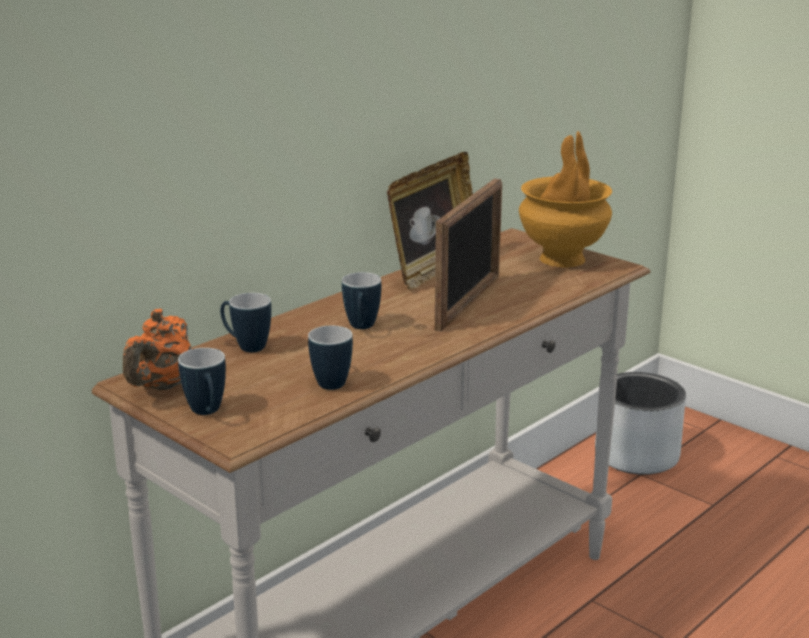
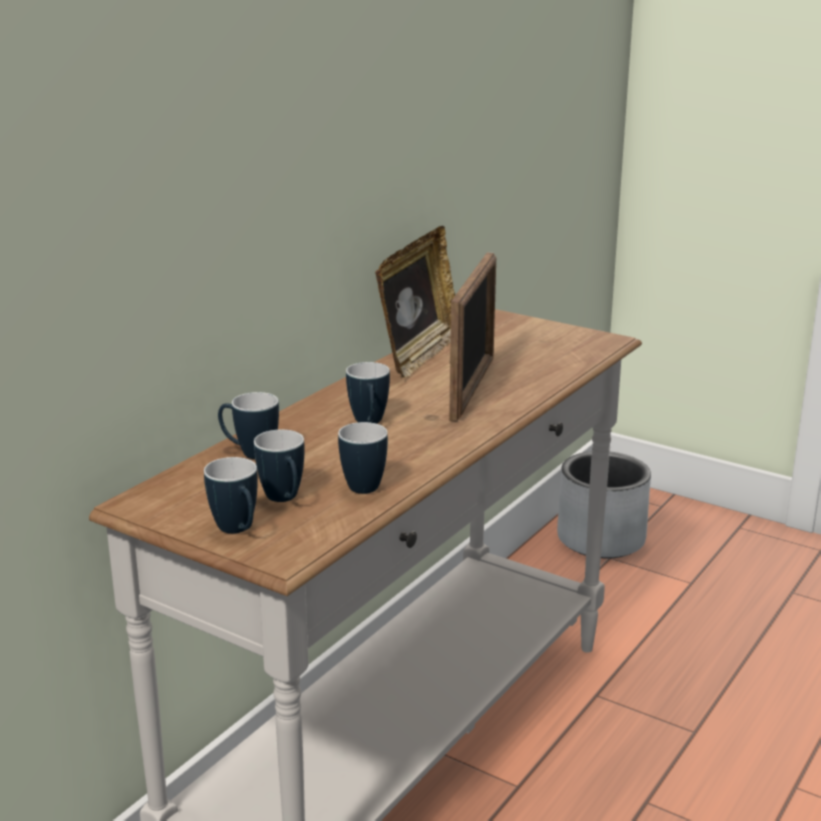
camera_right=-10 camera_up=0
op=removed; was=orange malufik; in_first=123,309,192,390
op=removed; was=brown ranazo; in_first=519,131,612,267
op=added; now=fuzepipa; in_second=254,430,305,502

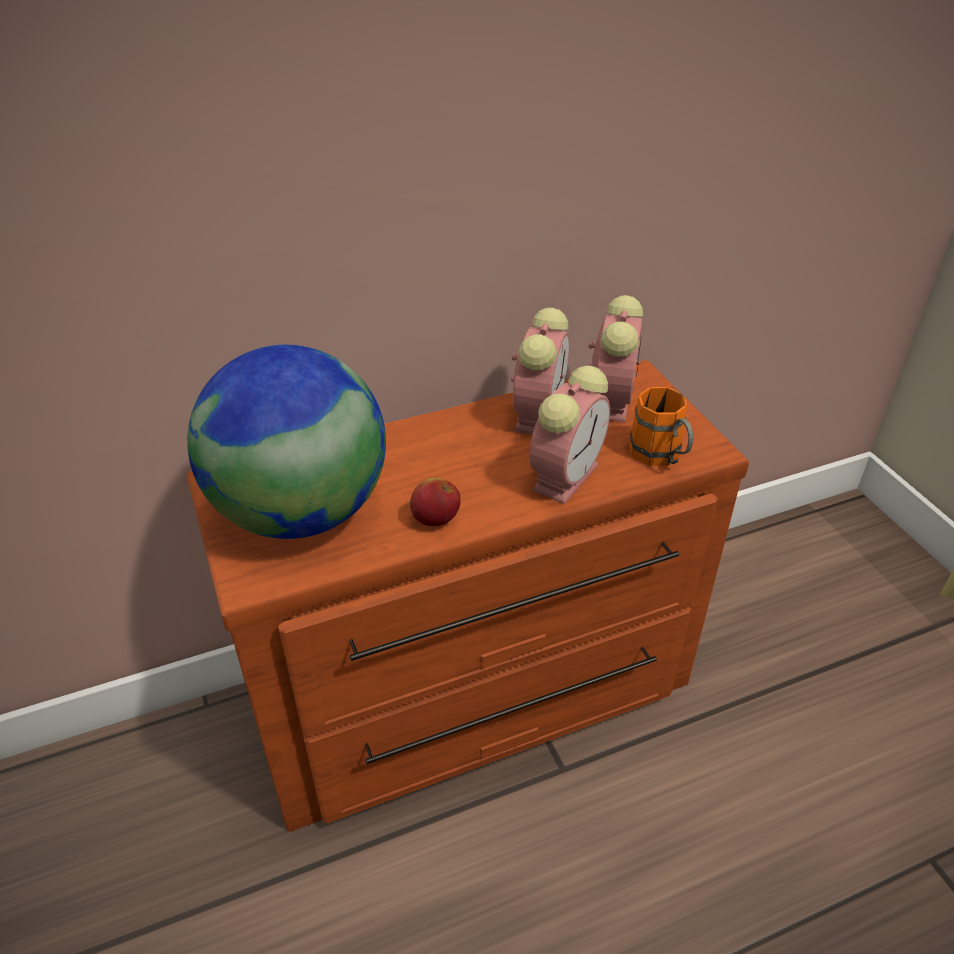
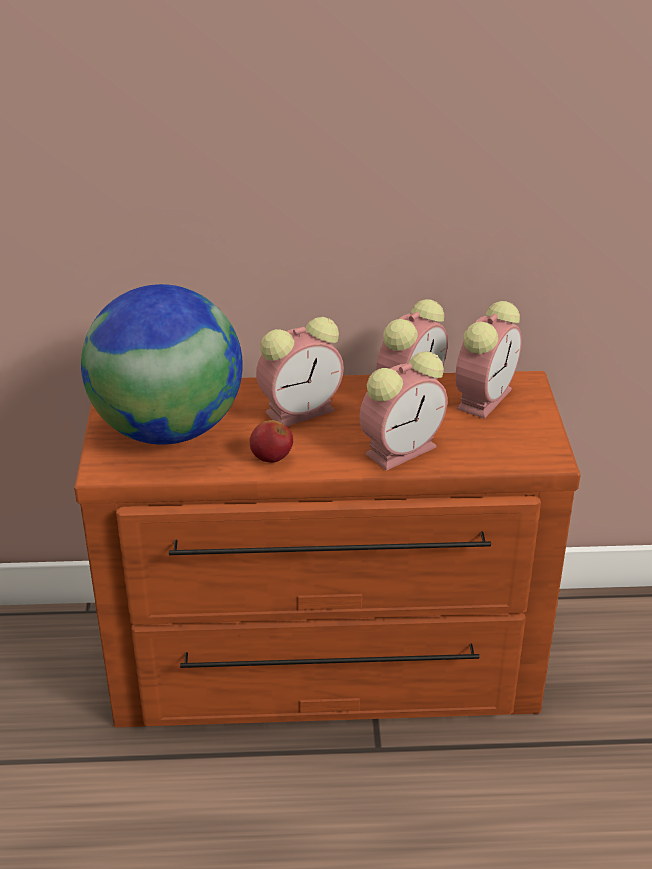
camera_right=20 camera_up=-5
op=removed; was=orange fuzepipa; in_first=629,387,693,466
op=added; now=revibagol; in_second=256,317,344,426

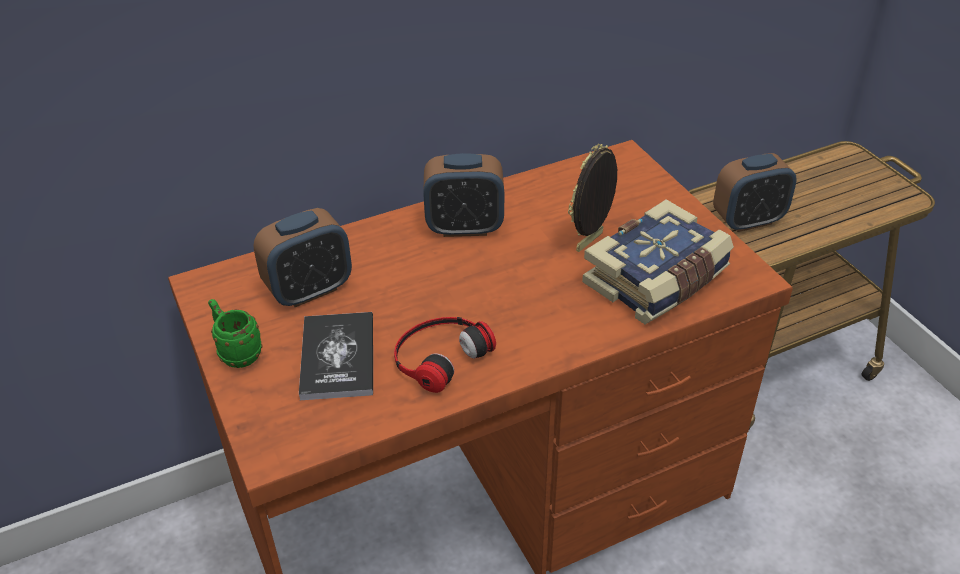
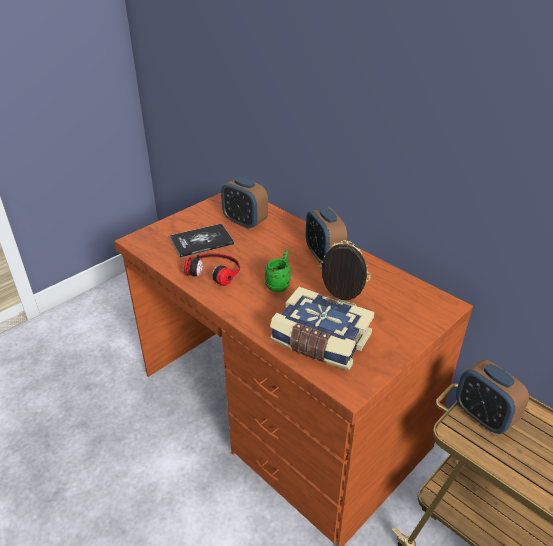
camera_right=70 camera_up=-5
op=moved; was=green fuzepipa; in_first=208,299,262,368; in_second=265,251,291,292

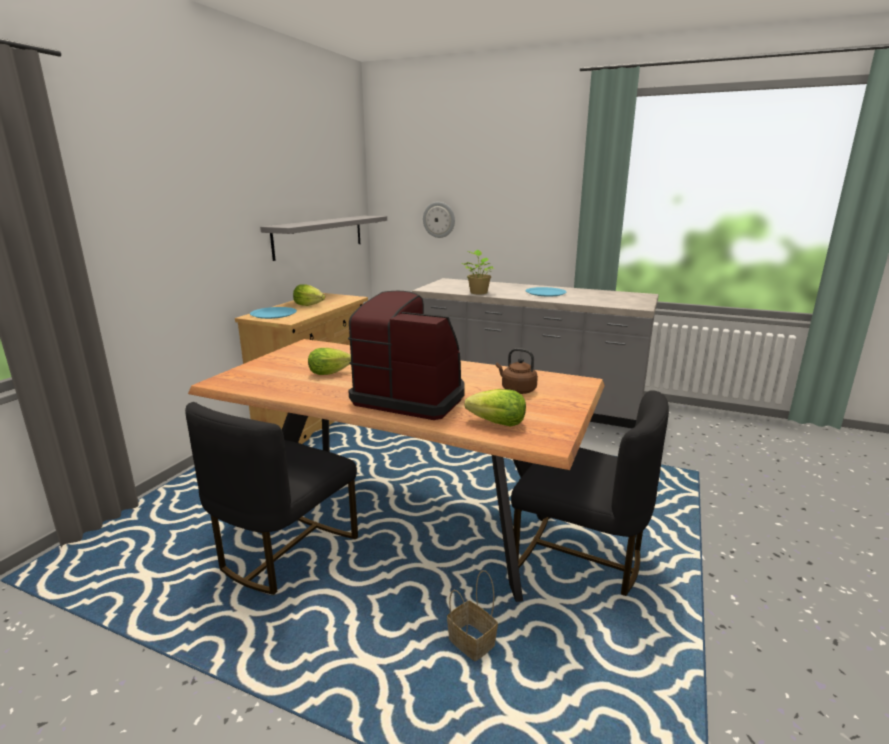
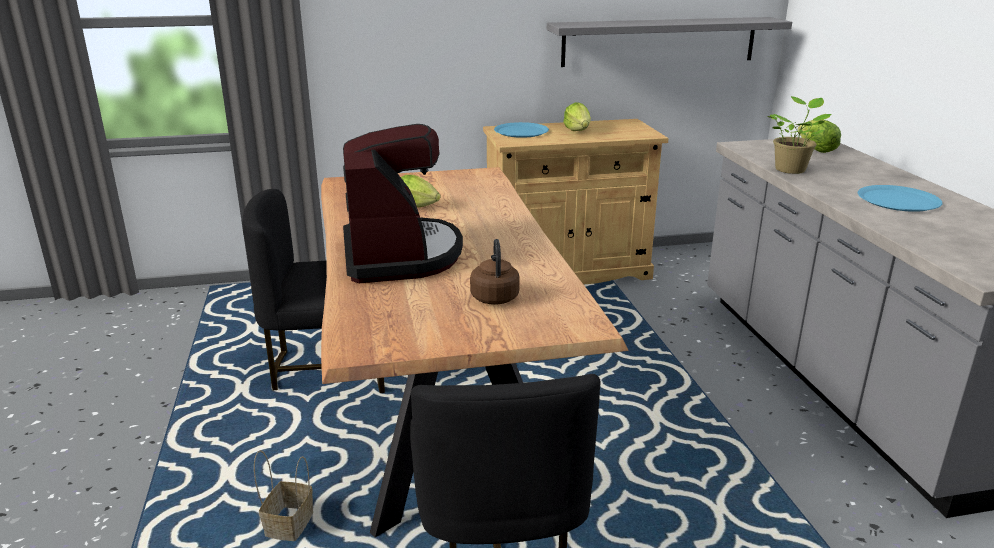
camera_right=55 camera_up=5
op=removed; was=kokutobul; in_first=423,202,455,238
op=moved; was=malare; in_first=465,389,526,427; in_second=797,120,841,153

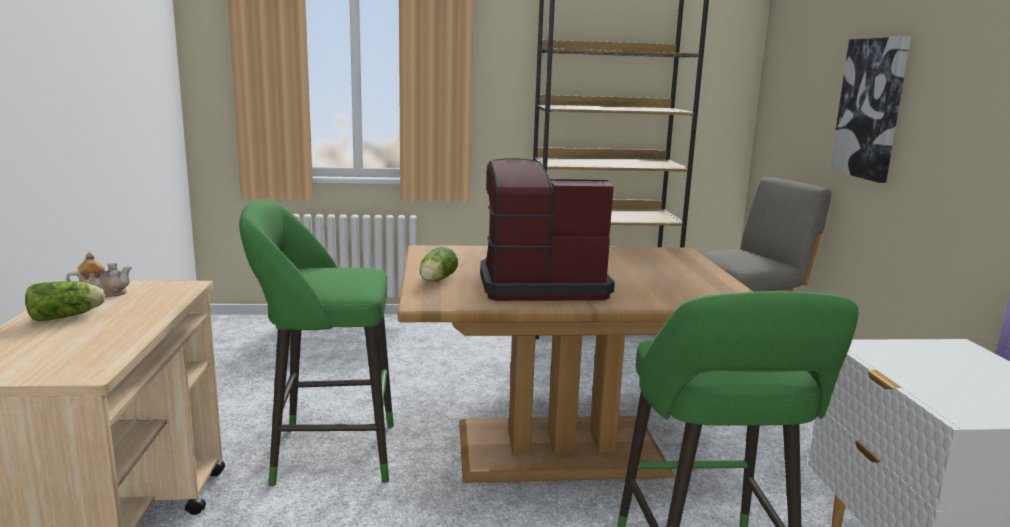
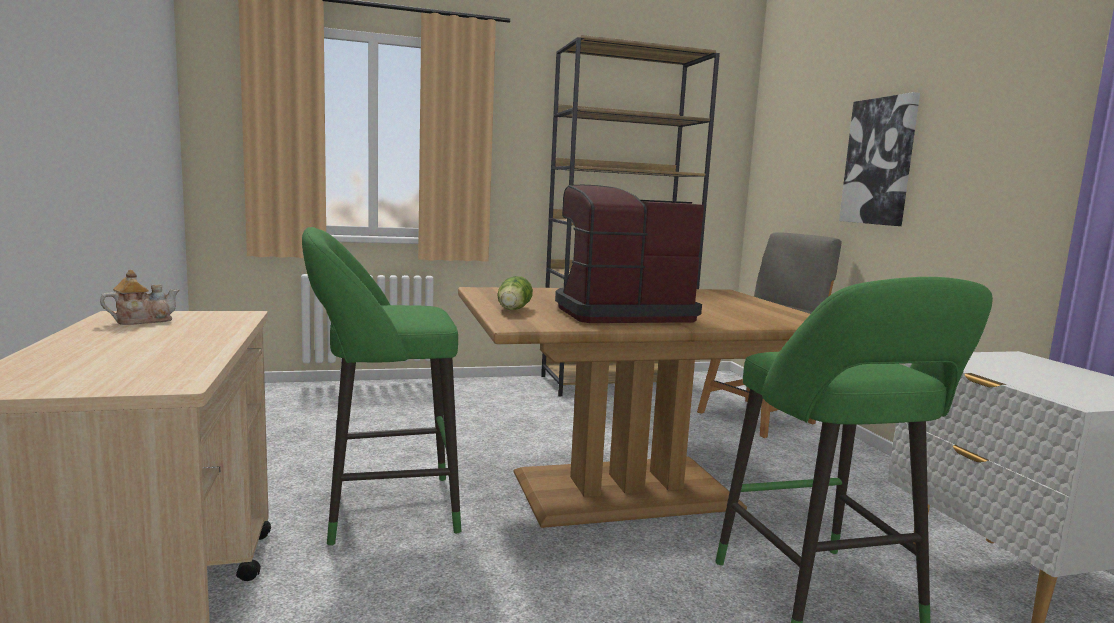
camera_right=-10 camera_up=-5
op=removed; was=malare; in_first=25,281,105,321

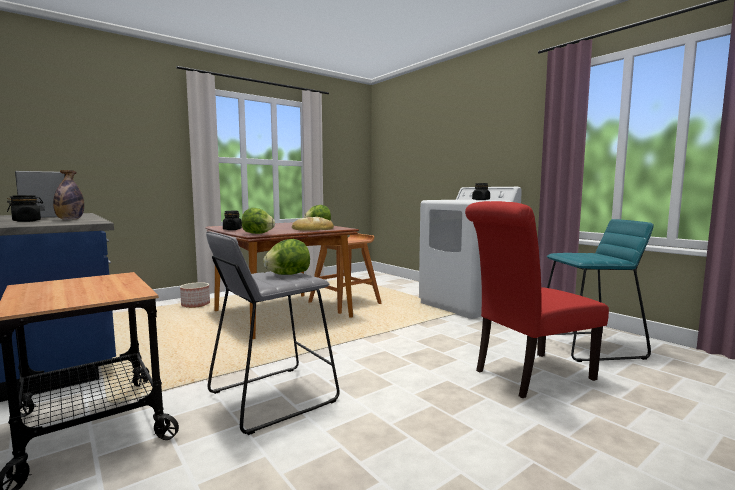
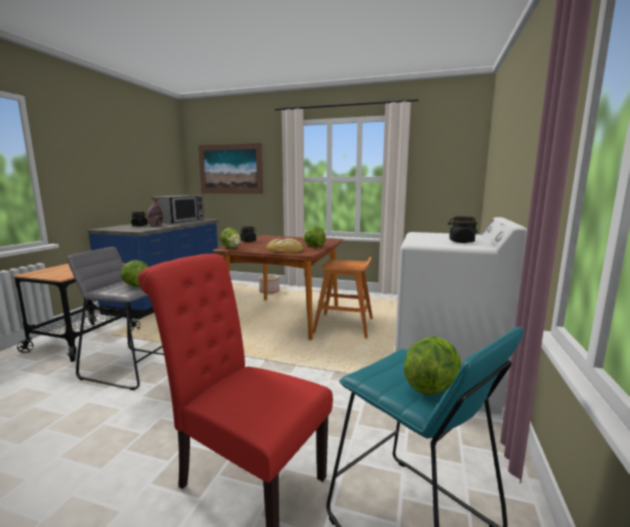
camera_right=55 camera_up=5
op=added; now=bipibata; in_second=198,143,263,194
op=added; now=malare; in_second=404,337,461,395

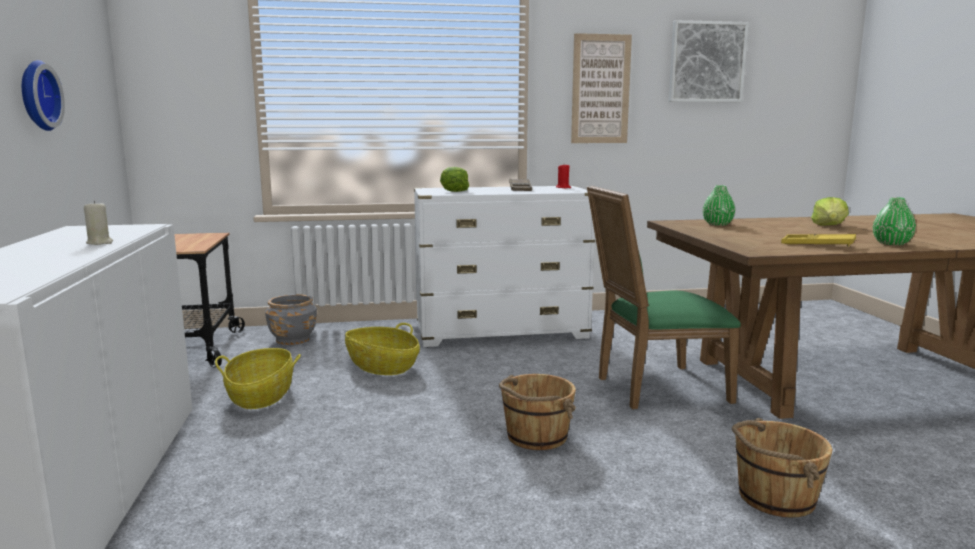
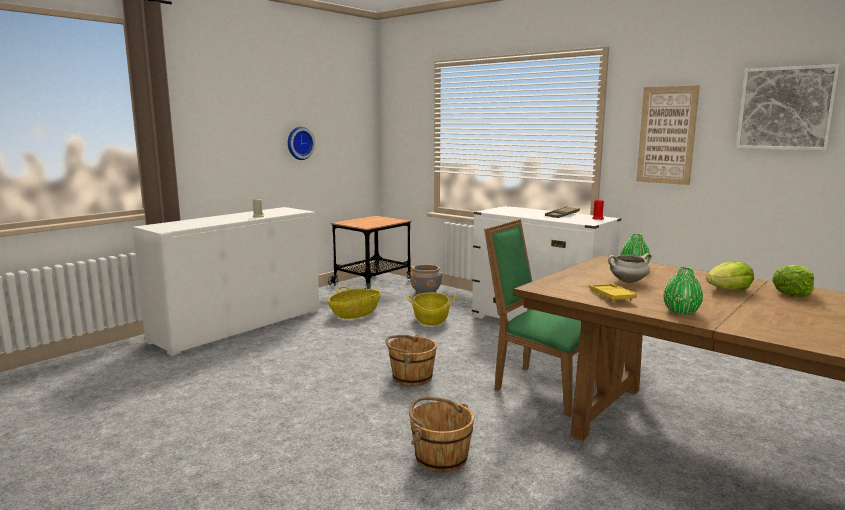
camera_right=50 camera_up=0
op=added; now=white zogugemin; in_second=608,253,652,283
op=moved; was=malare; in_first=440,167,469,192; in_second=772,265,814,297

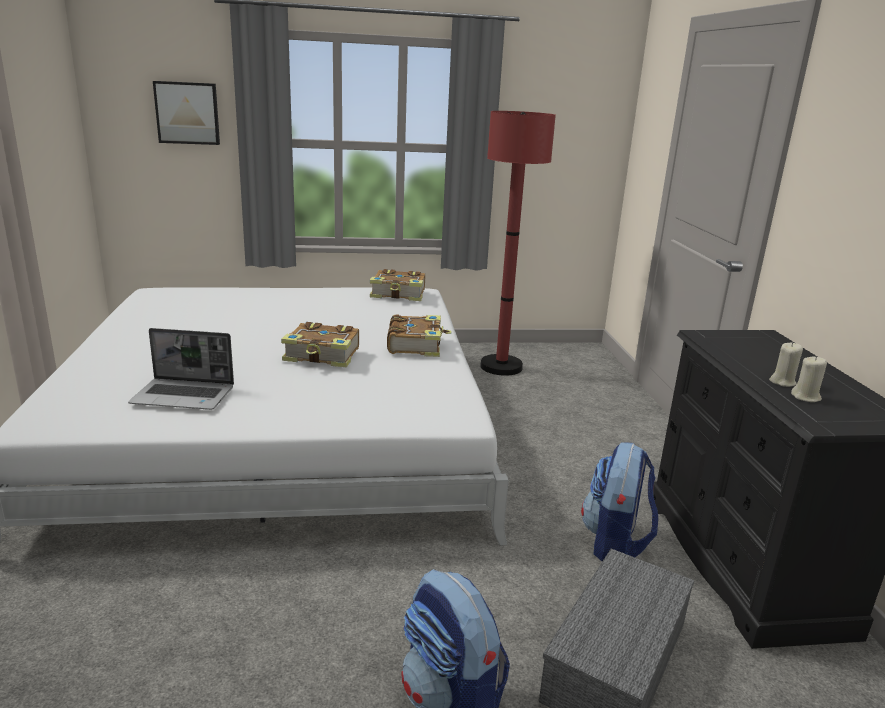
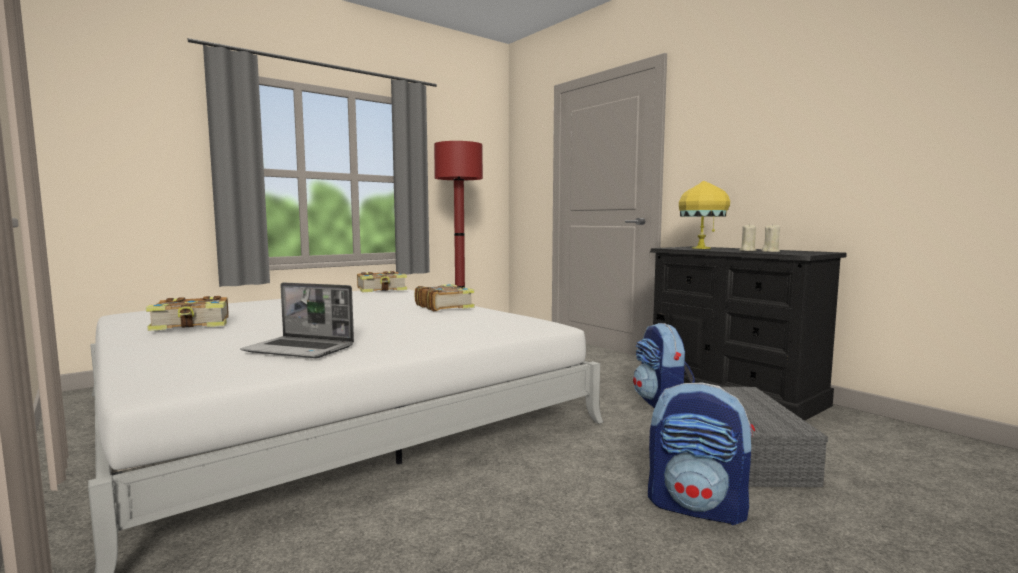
camera_right=-30 camera_up=-15
op=removed; was=bipibata; in_first=153,81,220,145
op=added; now=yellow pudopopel; in_second=679,181,730,249
op=moved; was=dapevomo; in_first=281,322,359,368; in_second=146,296,229,331
op=turned; was=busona; in_first=128,328,234,410; in_second=241,282,354,358; clockwise=45

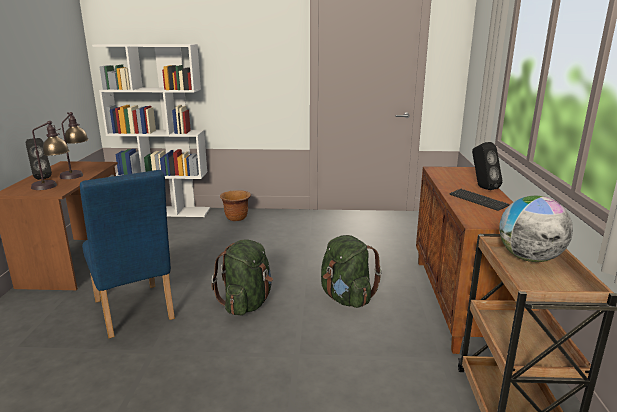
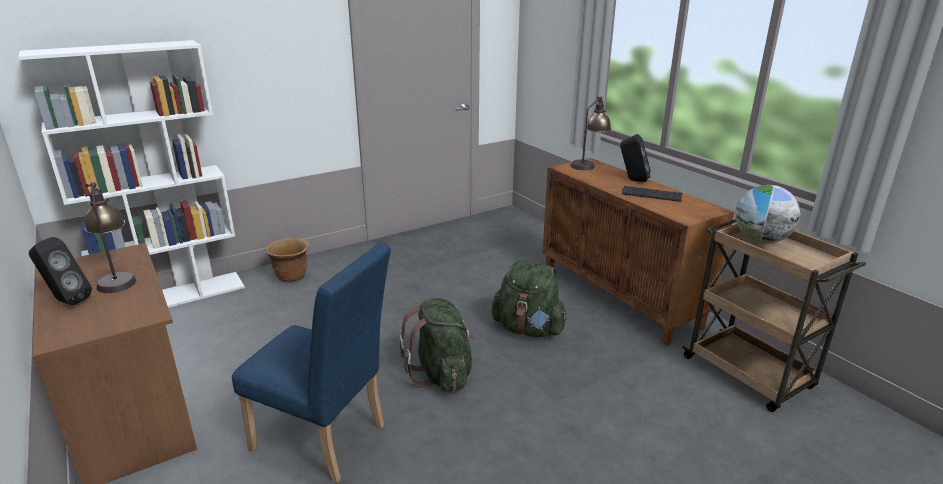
camera_right=-35 camera_up=5
op=moved; was=pudopopel; in_first=31,121,70,190; in_second=571,96,611,170

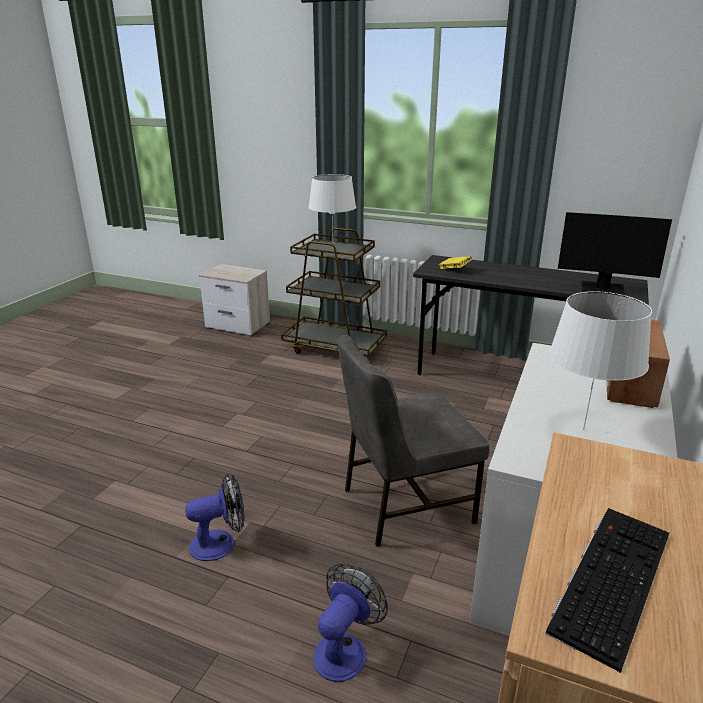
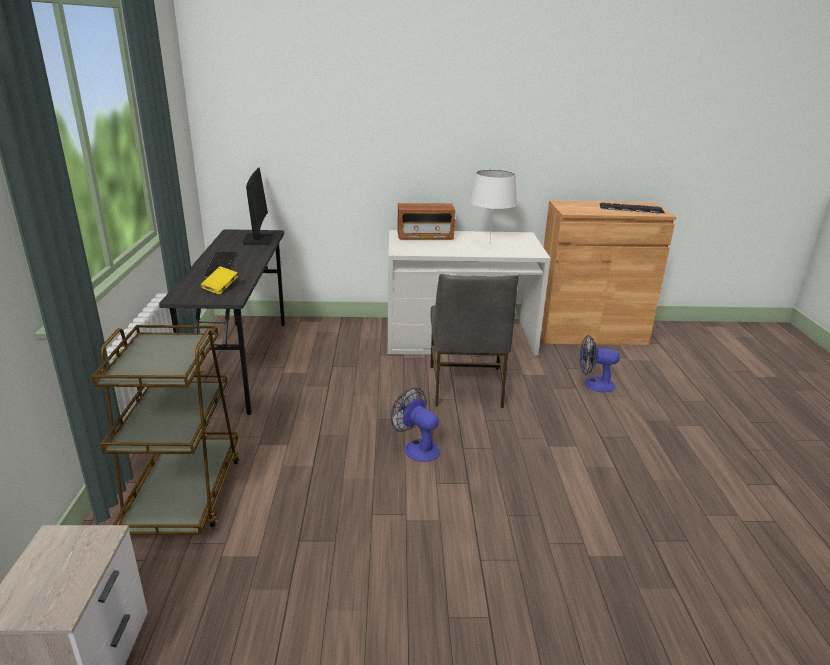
camera_right=-115 camera_up=0
op=removed; was=white pudopopel; in_first=309,174,356,237
op=added; now=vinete; in_second=204,252,237,277
op=moved; was=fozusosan; in_first=185,473,245,561; in_second=391,387,440,462
op=turned; was=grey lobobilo; in_first=337,335,490,547; in_second=430,274,519,408; clockwise=45

